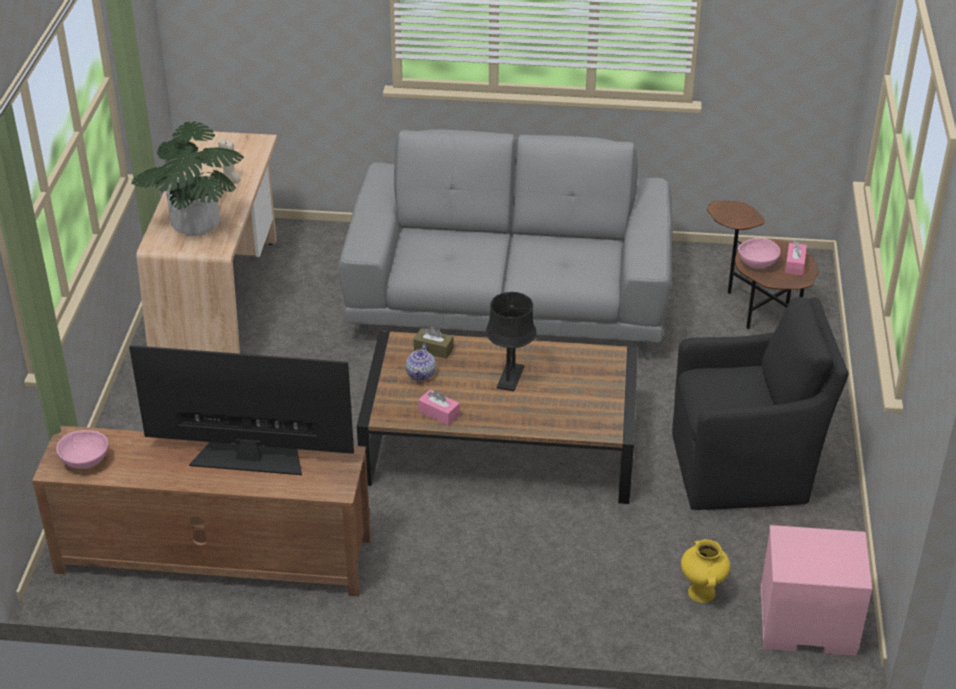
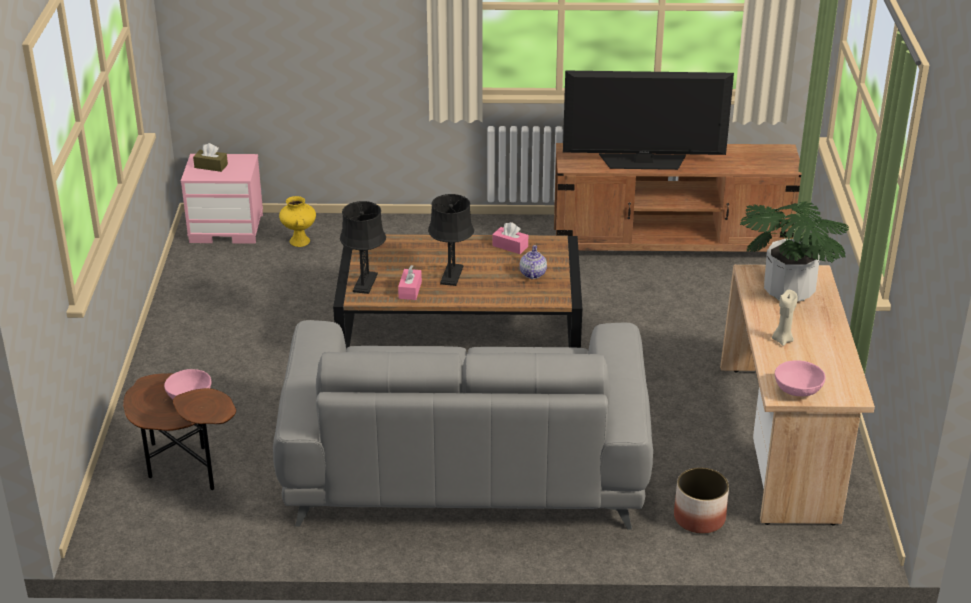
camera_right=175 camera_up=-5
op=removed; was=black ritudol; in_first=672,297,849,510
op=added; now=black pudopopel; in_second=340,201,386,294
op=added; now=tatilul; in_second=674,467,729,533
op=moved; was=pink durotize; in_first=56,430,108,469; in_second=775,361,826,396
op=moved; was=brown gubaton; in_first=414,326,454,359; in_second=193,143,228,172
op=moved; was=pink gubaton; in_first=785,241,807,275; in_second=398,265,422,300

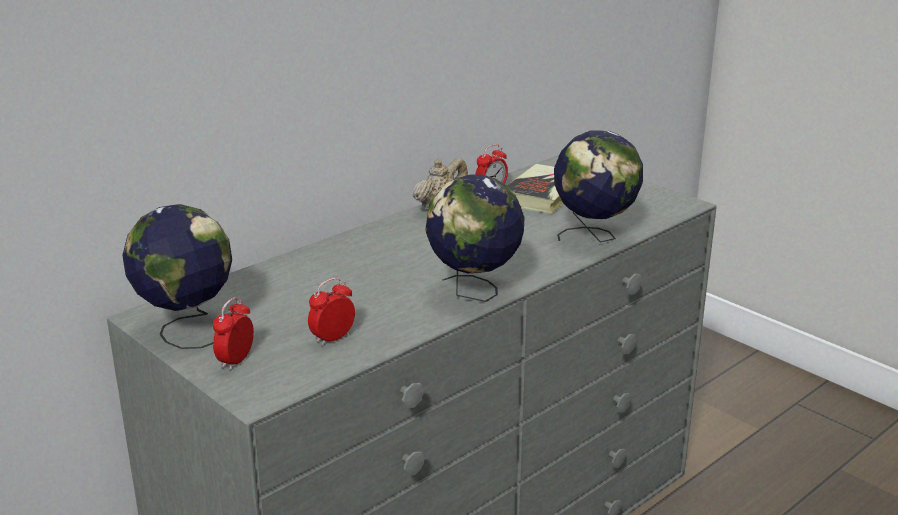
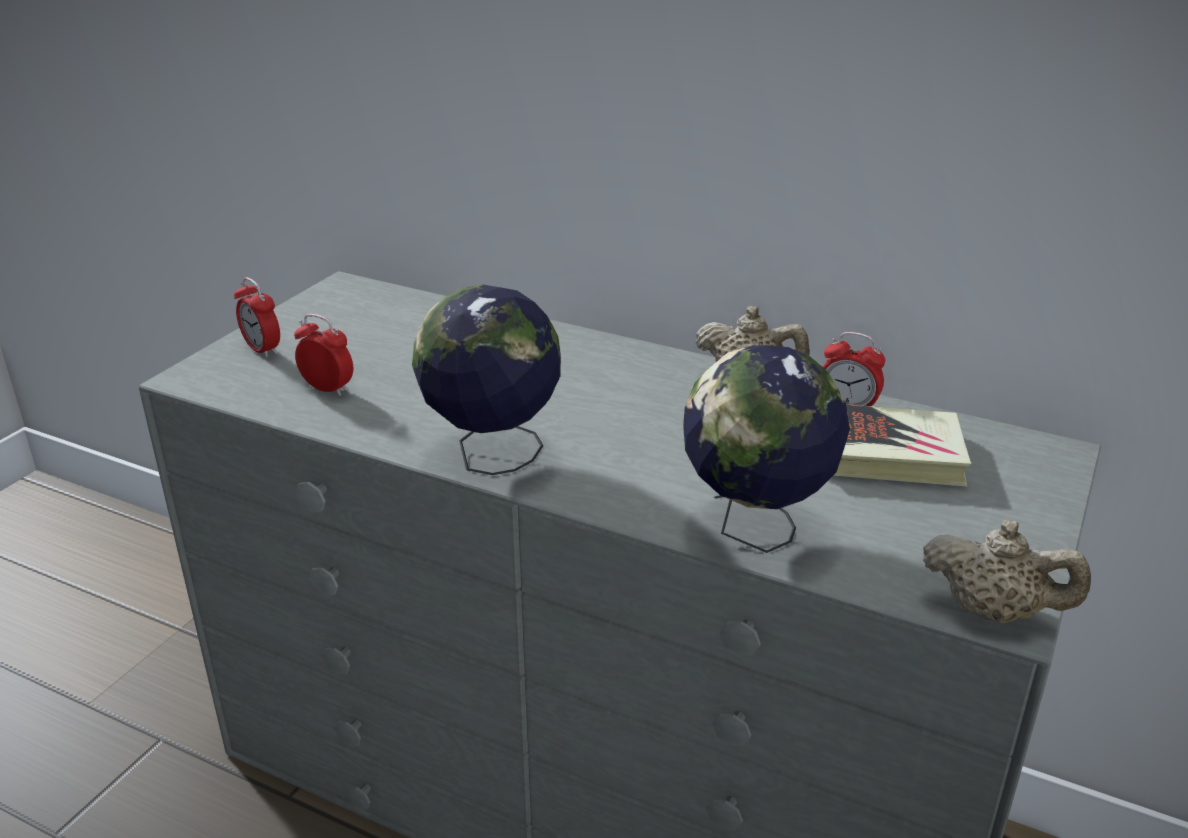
camera_right=70 camera_up=5
op=removed; was=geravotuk; in_first=122,204,232,349
op=added; now=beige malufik; in_second=923,520,1091,623
op=turned; was=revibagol; in_first=213,297,254,370; in_second=234,277,280,358; clockwise=-135

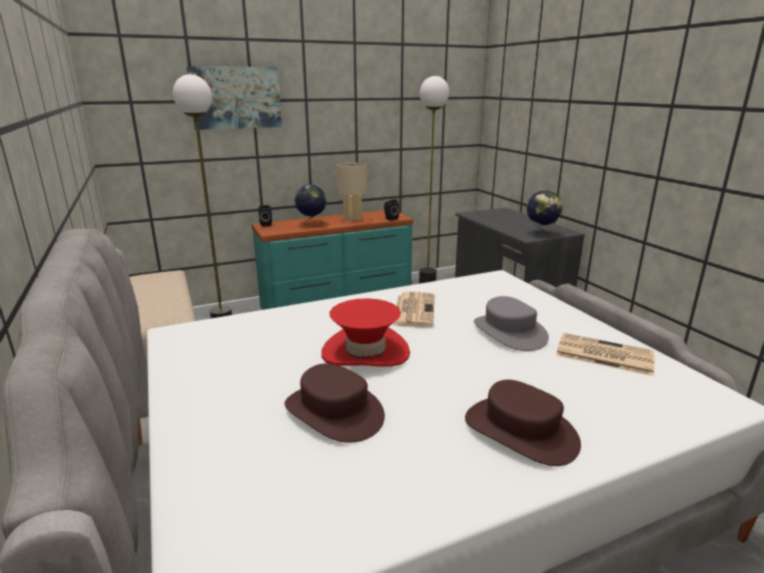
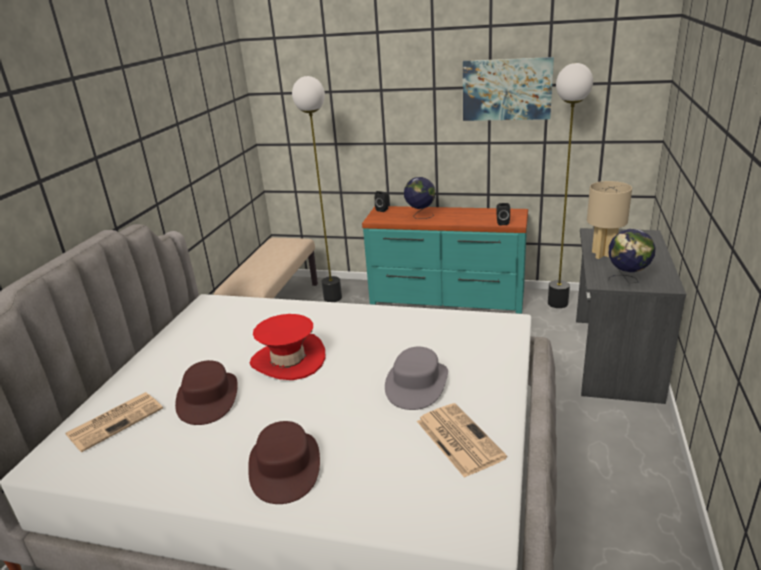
camera_right=40 camera_up=5
op=moved; was=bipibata; in_first=187,66,282,130; in_second=463,57,554,121
op=moved; was=beige pudopopel; in_first=336,162,367,222; in_second=587,181,632,259
op=moved; was=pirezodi; in_first=392,292,434,327; in_second=66,392,163,452

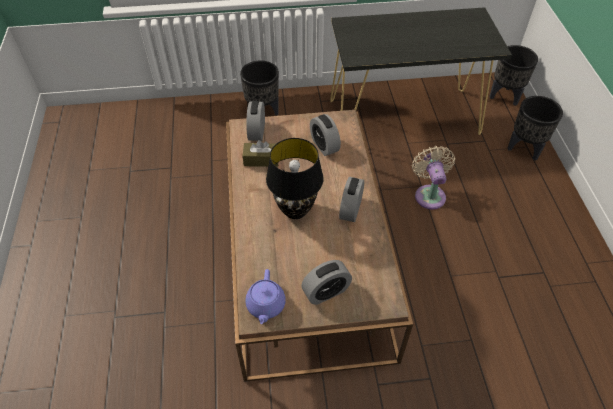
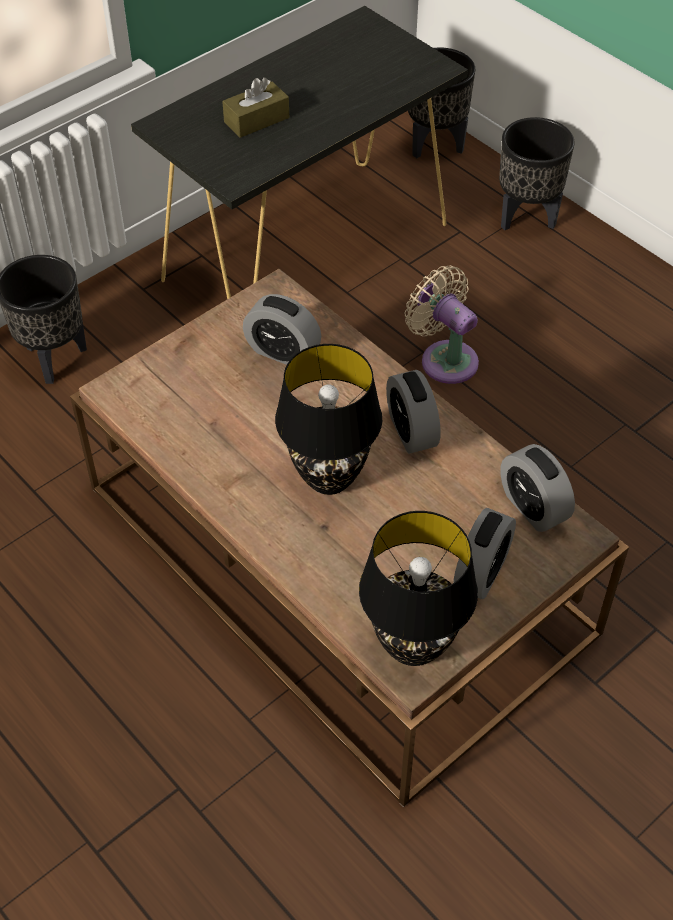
camera_right=-35 camera_up=0
op=moved; was=brown gubaton; in_first=242,140,278,167; in_second=222,78,289,138
op=moved; was=revibagol; in_first=246,101,265,141; in_second=500,444,575,532
op=replaced; was=purple malufik; now=black pudopopel; in_first=245,269,286,324; in_second=359,511,478,666

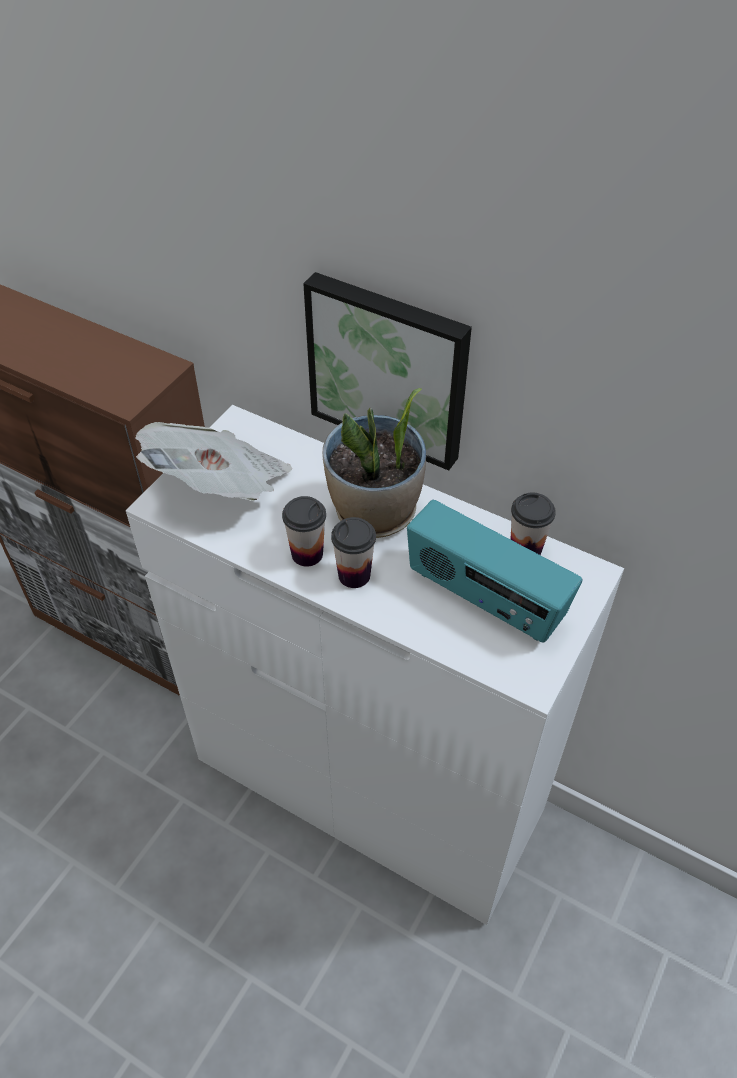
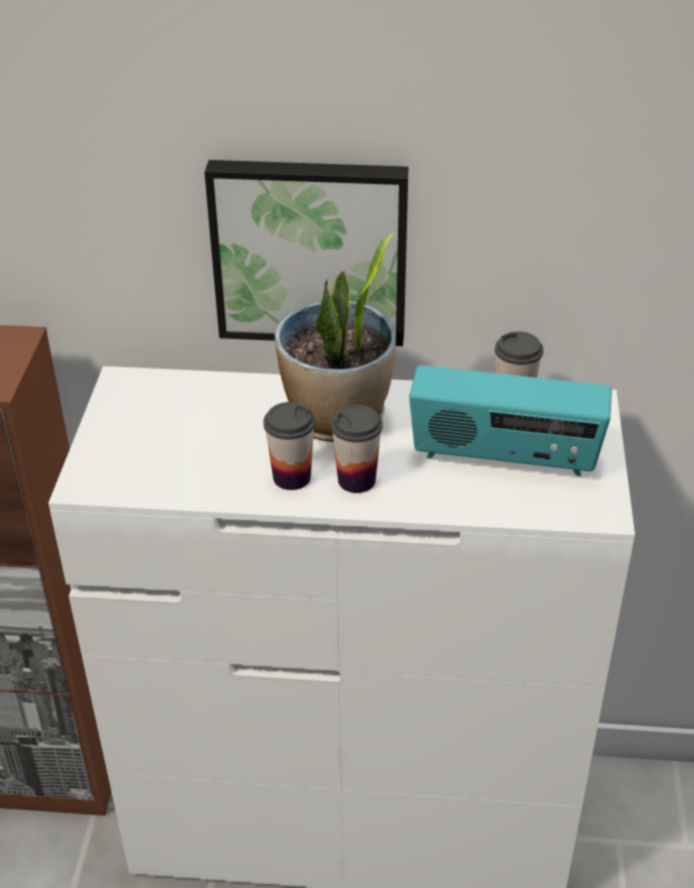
camera_right=-25 camera_up=-10
op=removed; was=pirezodi; in_first=135,422,292,501

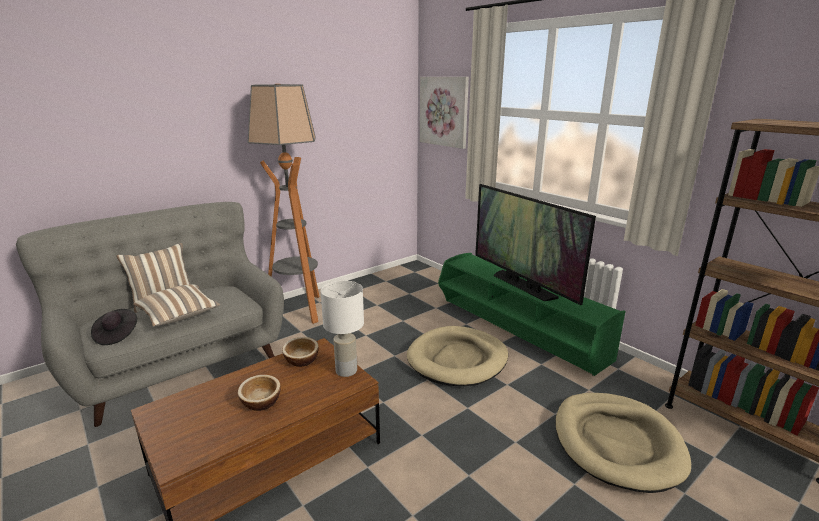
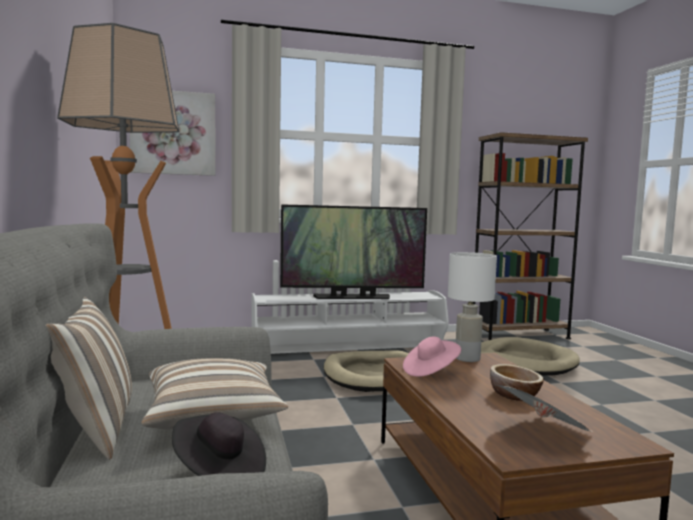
camera_right=-65 camera_up=-15
op=added; now=pirezodi; in_second=497,385,591,431
op=replaced; was=durotize; now=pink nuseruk; in_first=282,337,319,367; in_second=403,337,462,377
op=recoloured; was=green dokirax; now=white dokirax; in_first=438,253,625,376; in_second=251,290,449,354

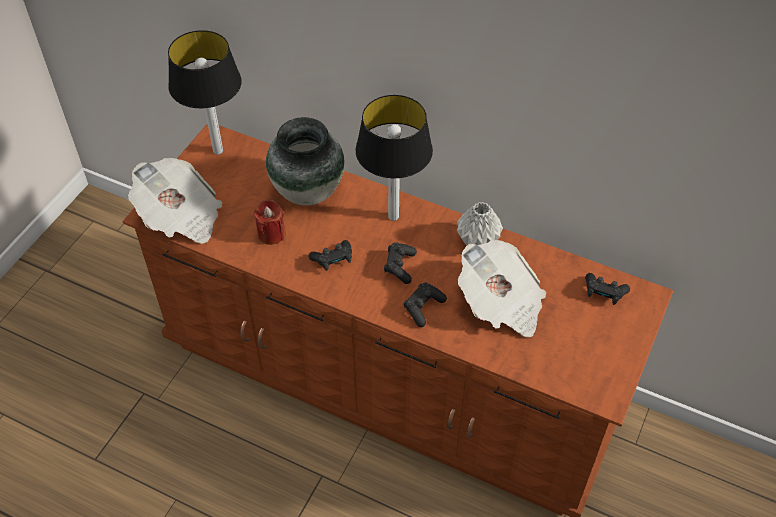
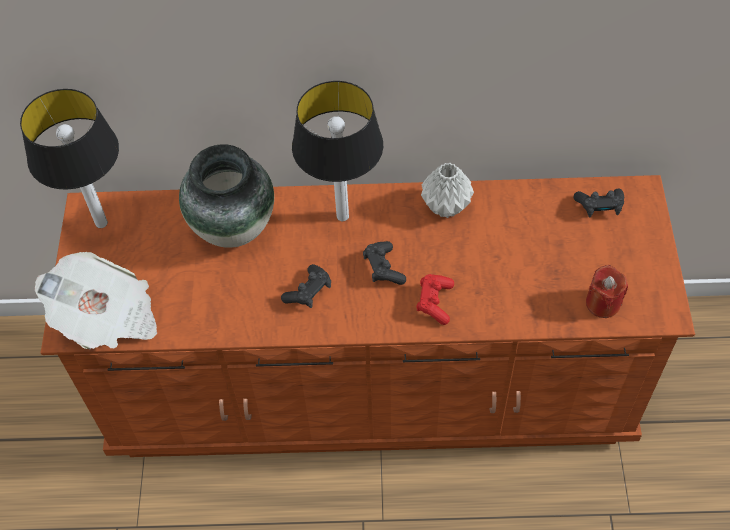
camera_right=-25 camera_up=5
op=removed; was=pirezodi; in_first=458,240,546,338
op=moved; was=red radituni; in_first=254,199,286,245; in_second=586,265,628,318
op=recoloured; was=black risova; now=red risova; in_first=404,283,447,327; in_second=417,274,454,325

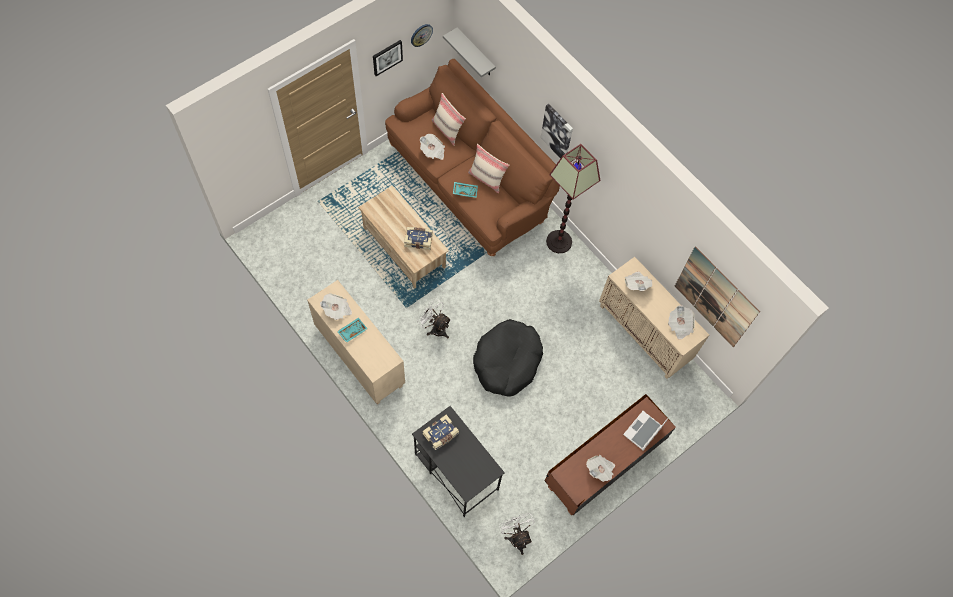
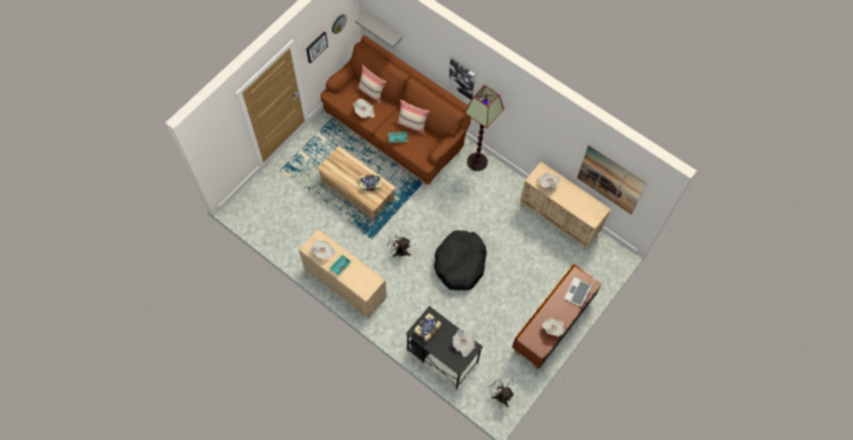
camera_right=-10 camera_up=0
op=moved; was=pirezodi; in_first=668,305,695,340; in_second=453,329,476,357

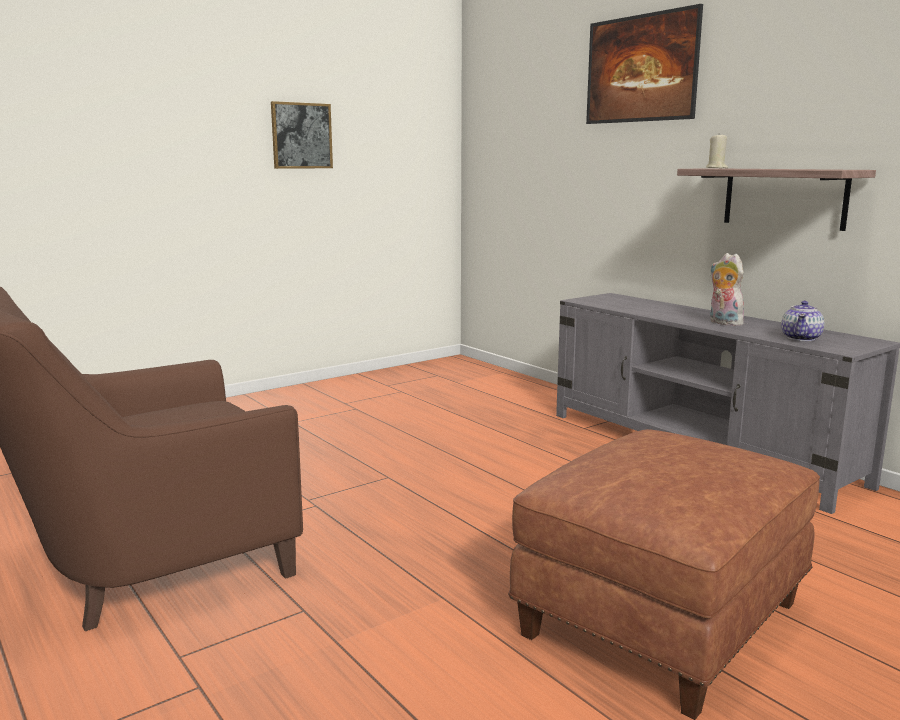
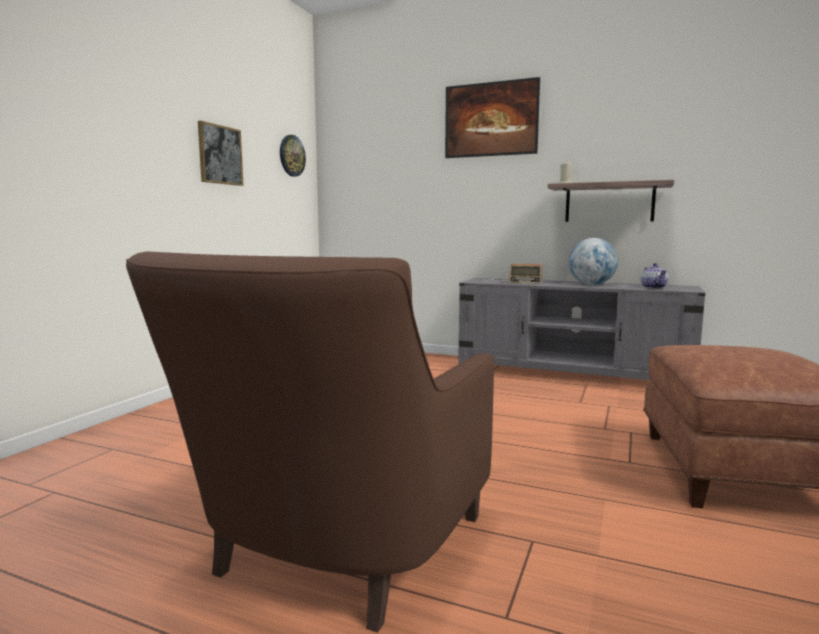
camera_right=-30 camera_up=-5
op=added; now=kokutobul; in_second=280,135,306,177
op=added; now=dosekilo; in_second=482,264,542,284
op=replaced; was=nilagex; now=geravotuk; in_first=710,253,745,326; in_second=569,238,618,285

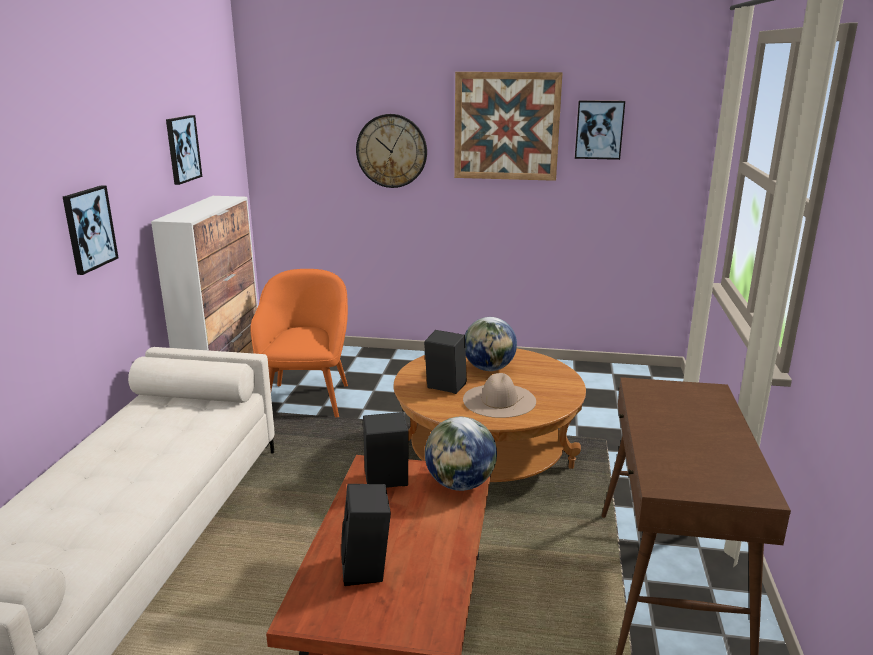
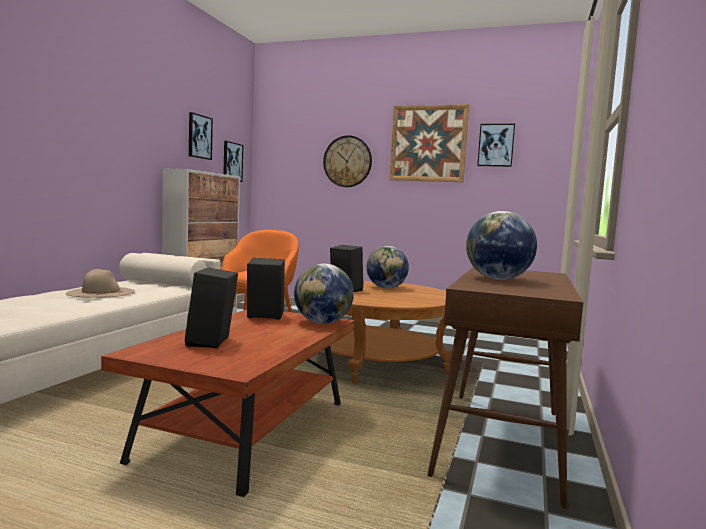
camera_right=10 camera_up=-15
op=added; now=geravotuk; in_second=466,211,537,280
op=moved; was=bipibata; in_first=63,185,119,275; in_second=223,141,243,182
op=moved; was=beige nuseruk; in_first=463,373,536,418; in_second=66,269,135,298

